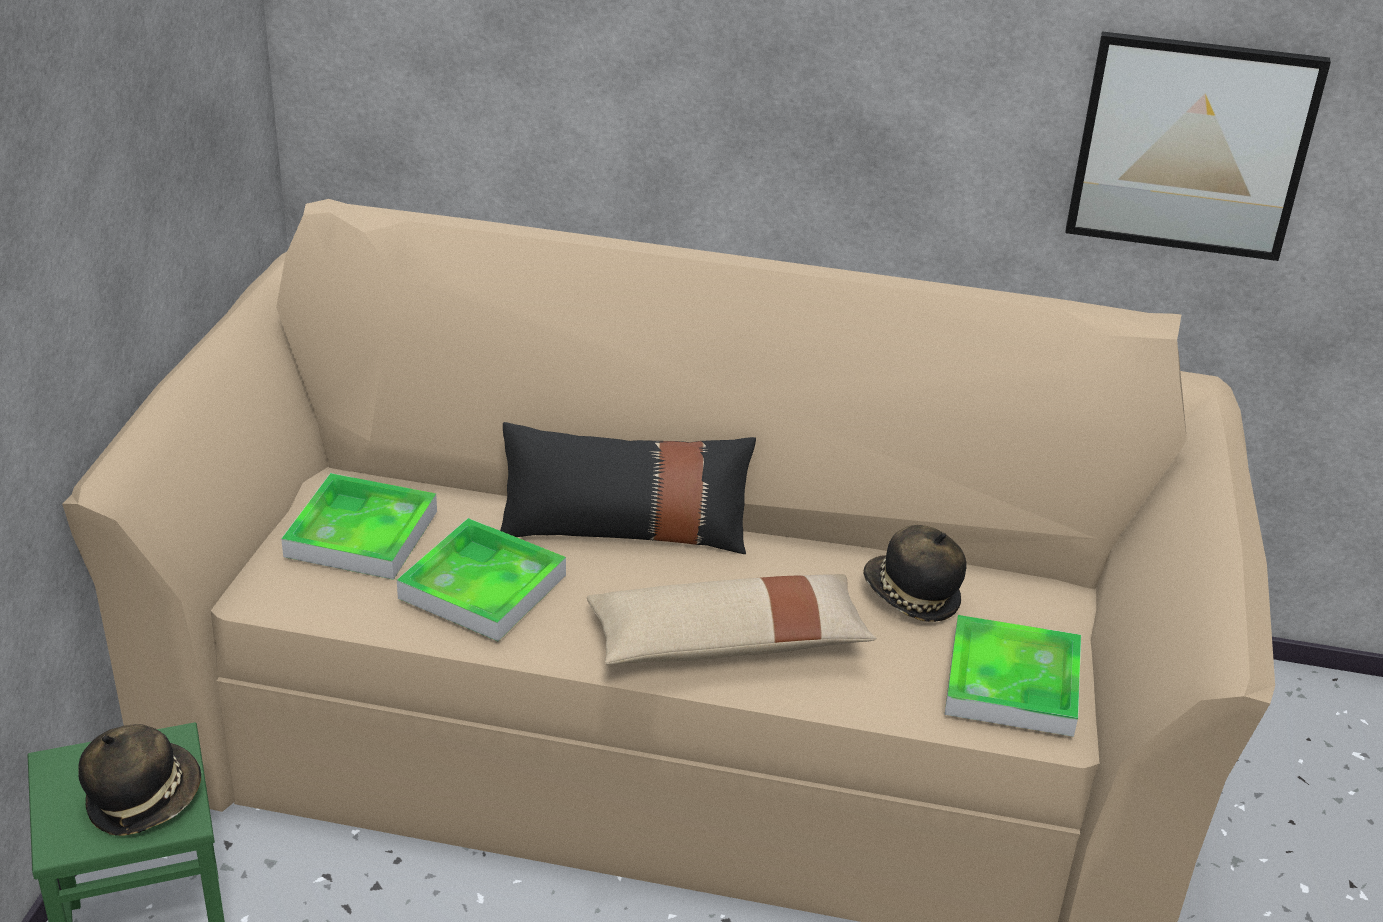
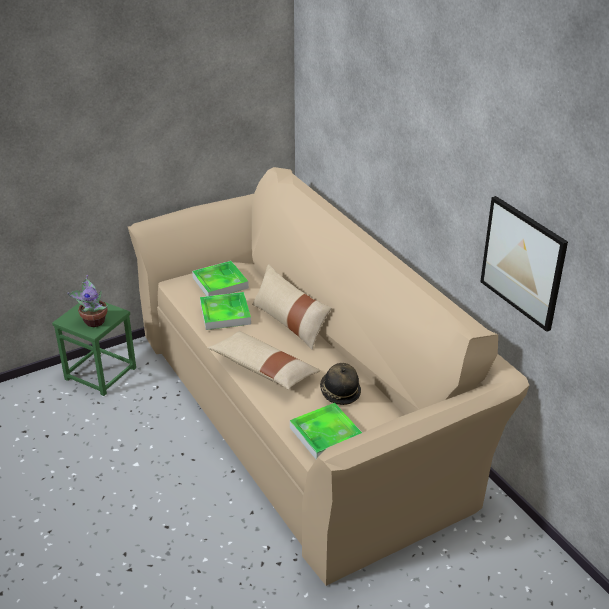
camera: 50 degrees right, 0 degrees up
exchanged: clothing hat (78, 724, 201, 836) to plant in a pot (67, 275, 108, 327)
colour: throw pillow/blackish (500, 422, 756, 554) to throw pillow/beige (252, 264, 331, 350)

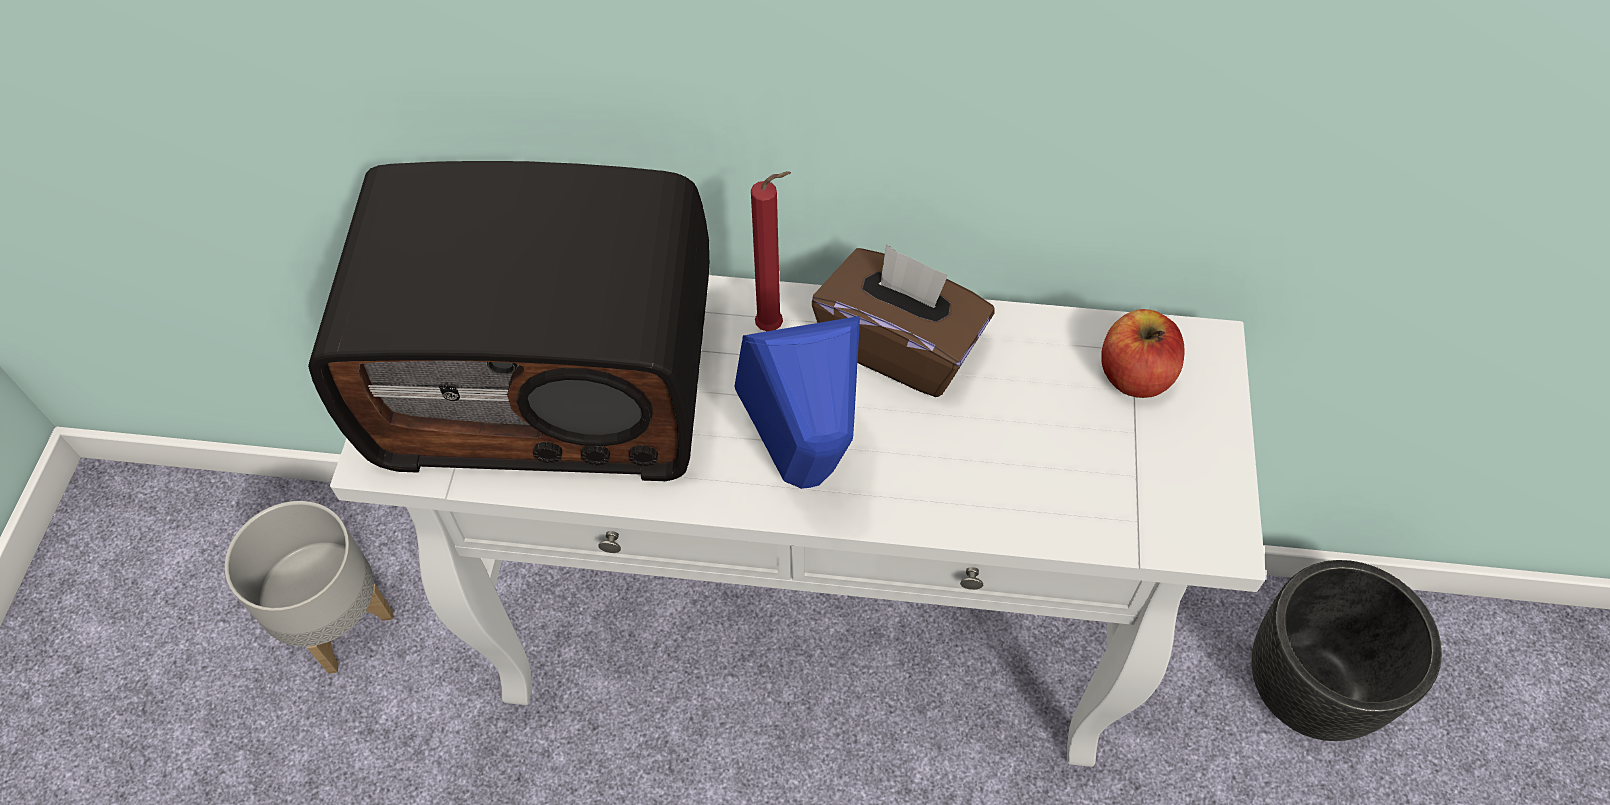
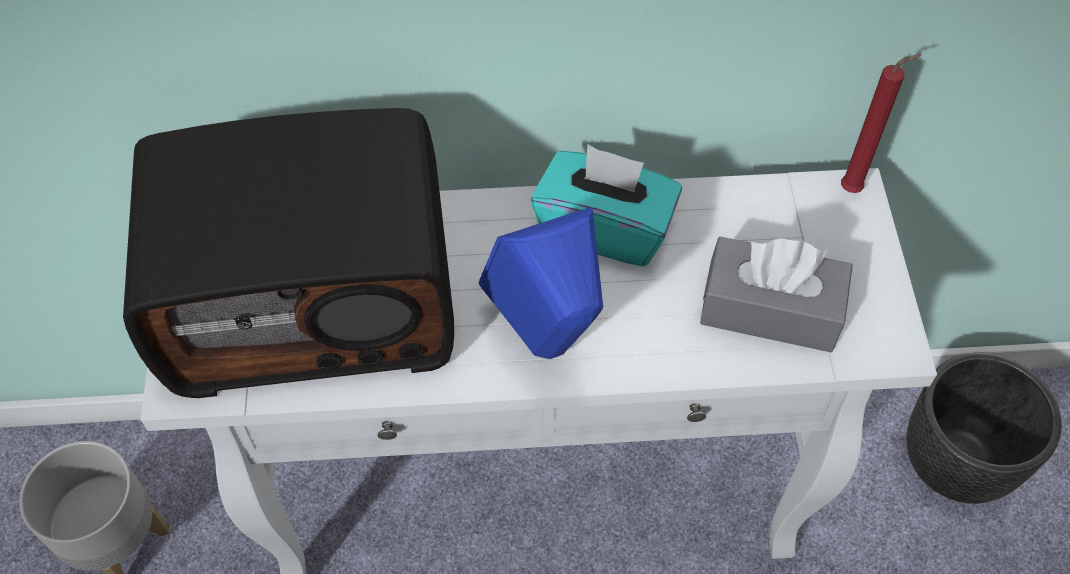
camera: 10 degrees left, 0 degrees up
missing: apple (1101, 309, 1185, 398)
appeared: tissue holder/grey (700, 237, 853, 352)
relocated: wax light/reddish (751, 171, 791, 331) to (841, 54, 922, 193)
colour: tissue holder/brown (812, 244, 995, 397) to tissue holder/turquoise-coloured (531, 144, 682, 266)

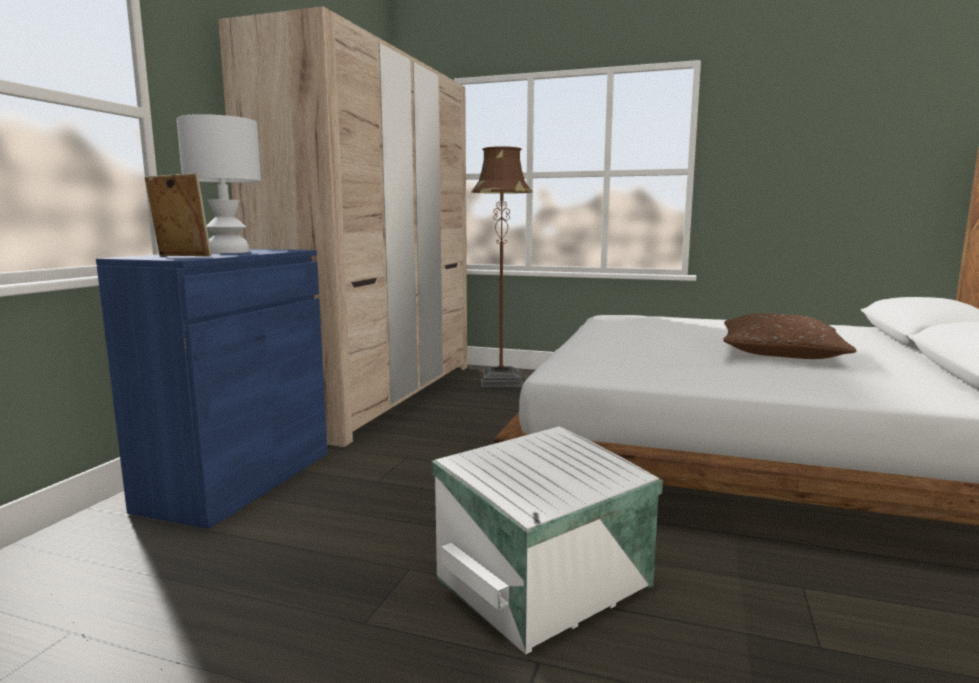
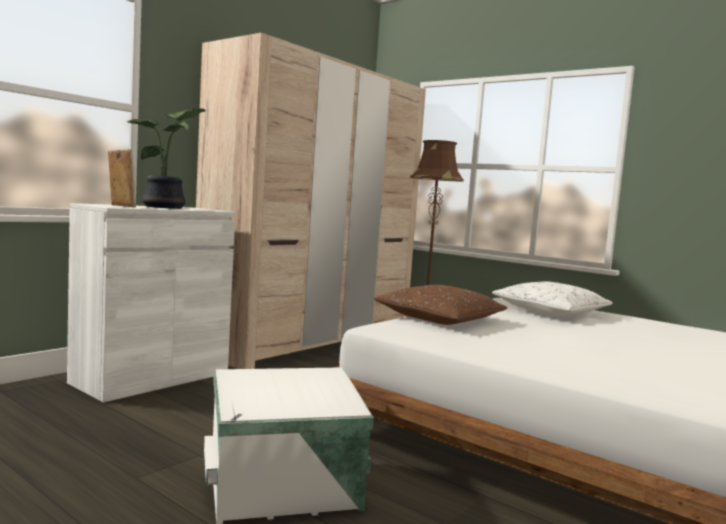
camera: 20 degrees right, 5 degrees down
appeared: throw pillow/white (492, 281, 613, 316)
relocated: throw pillow/brown (723, 313, 857, 359) to (374, 285, 507, 325)
exchanged: table lamp/white (177, 114, 261, 253) to plant in a pot (127, 108, 206, 209)
colour: cupboard/bluish (96, 249, 328, 529) to cupboard/white (67, 203, 235, 403)

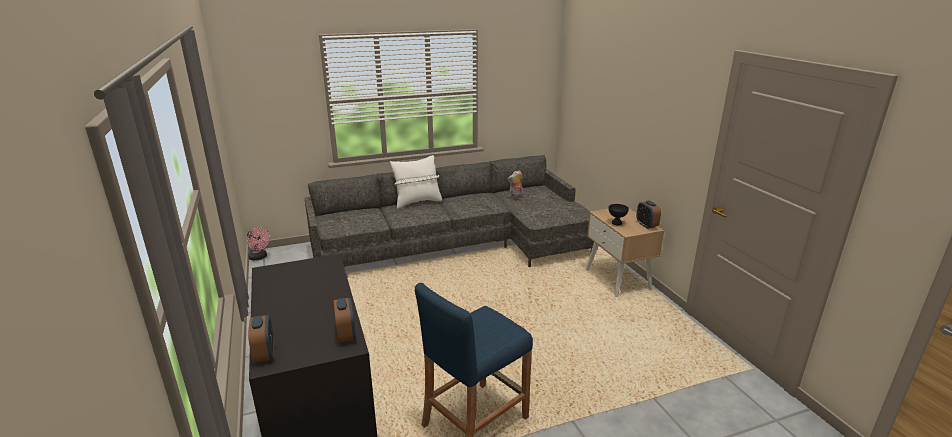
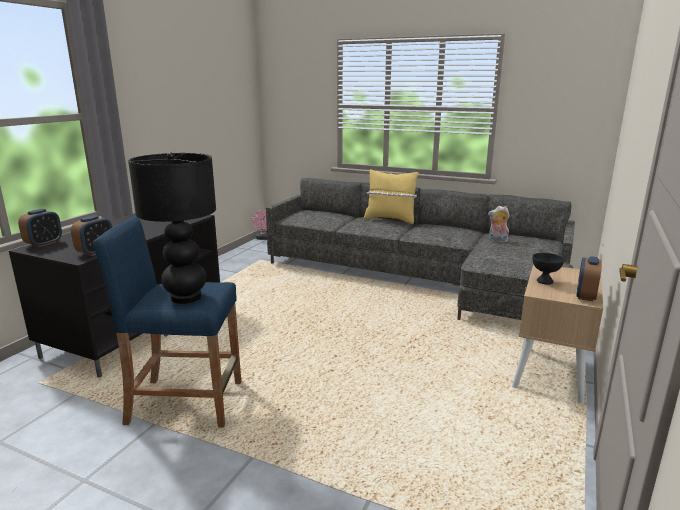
camera: 45 degrees right, 5 degrees down
appeared: table lamp/blackish (128, 152, 216, 304)
colour: throw pillow/white (390, 155, 442, 209) to throw pillow/yellow-coloured (363, 169, 419, 224)

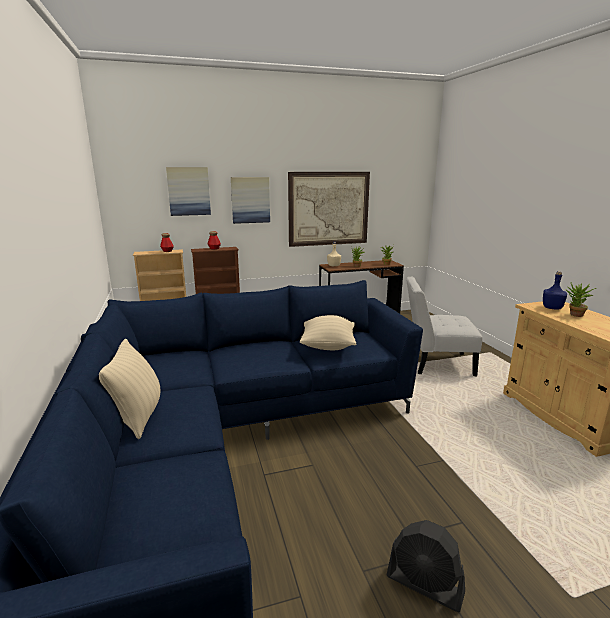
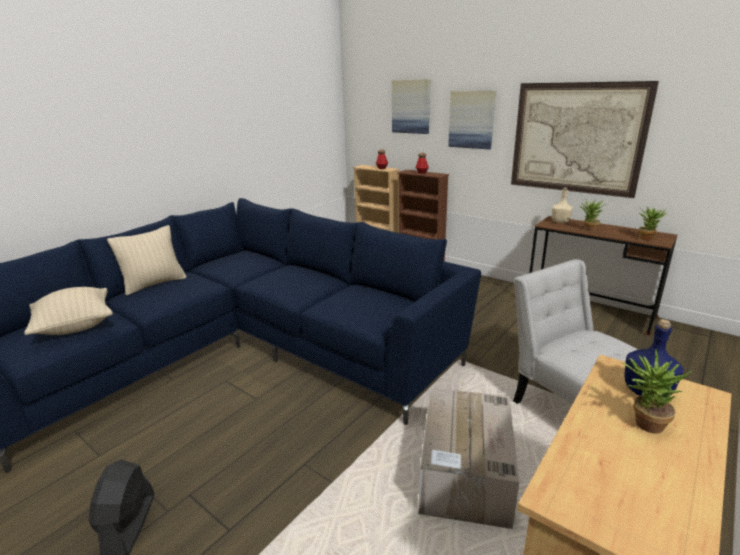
camera: 55 degrees right, 5 degrees up
appeared: carton (419, 388, 519, 529)
relocated: throw pillow/beige (300, 315, 356, 350) to (24, 287, 113, 335)

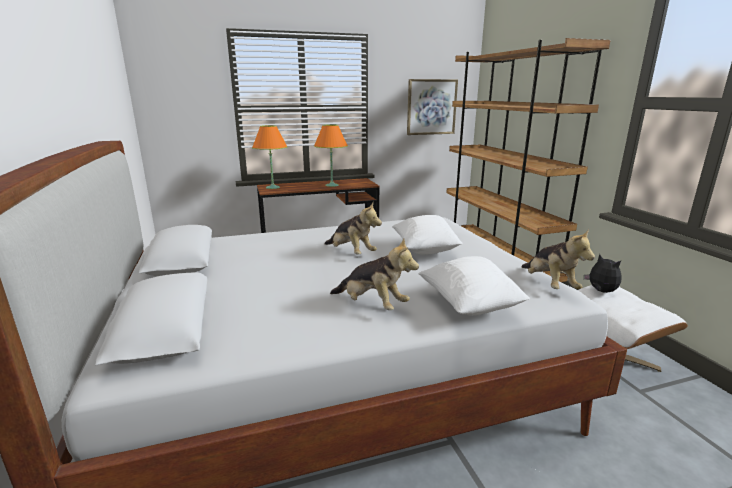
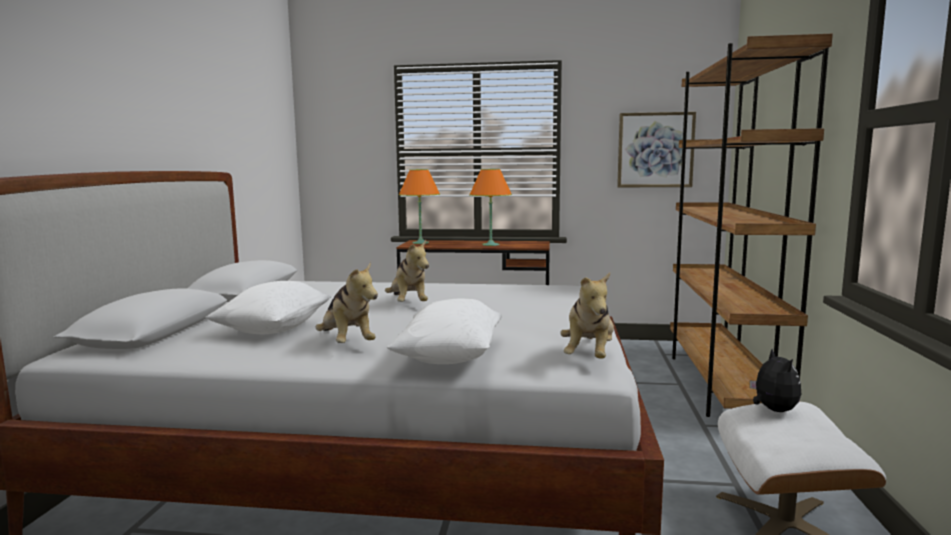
camera: 25 degrees right, 10 degrees down
relocated: throw pillow/white (392, 215, 463, 255) to (205, 281, 331, 334)

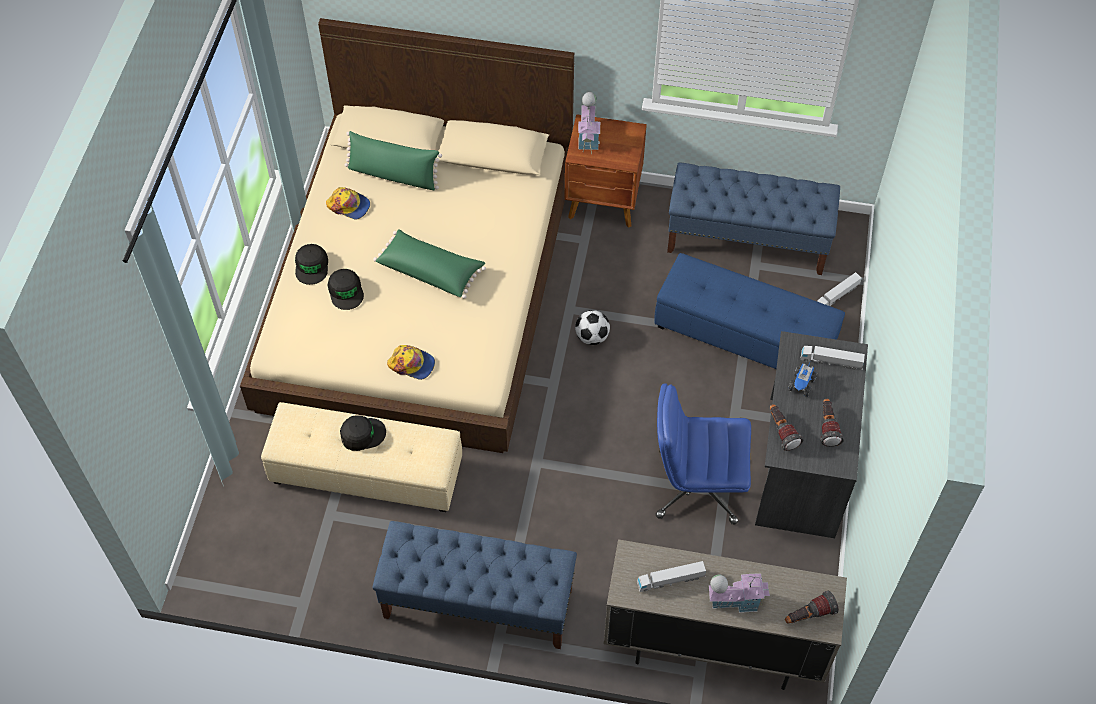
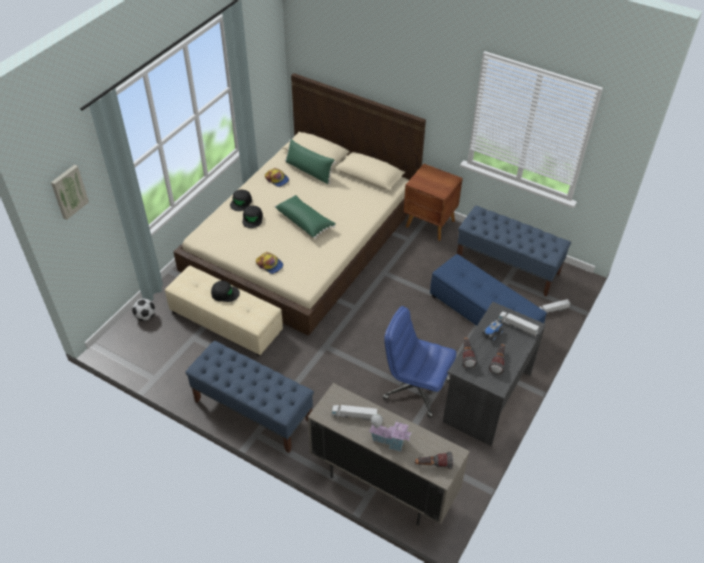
camera: 20 degrees right, 10 degrees down
missing: miniature house (578, 92, 600, 154)
appeared: picture (51, 165, 89, 220)
relocated: football (575, 310, 610, 345) to (132, 298, 155, 321)

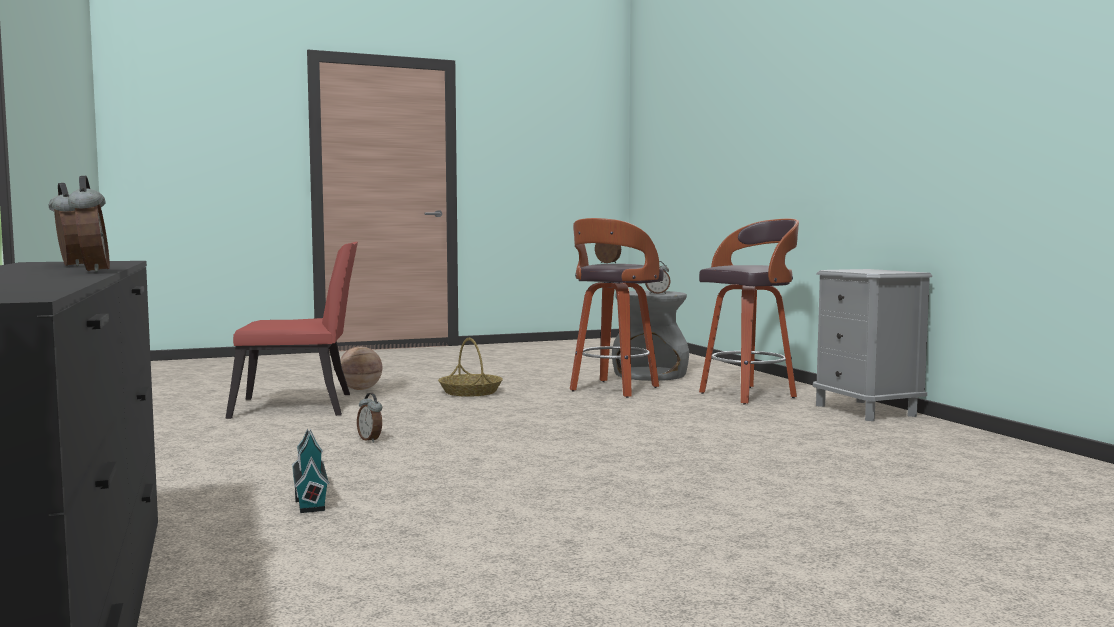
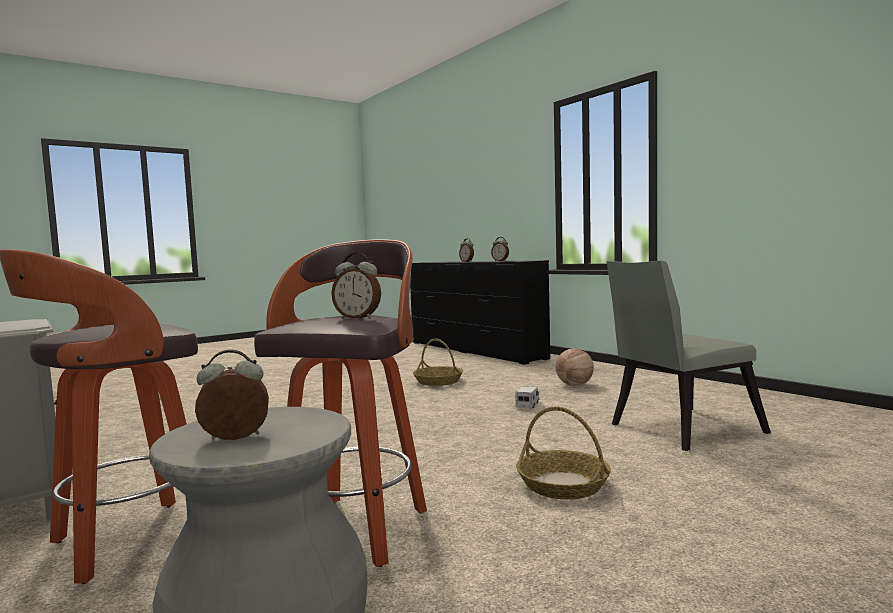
camera: 165 degrees right, 0 degrees up
missing: miniature house (292, 429, 329, 513)
appeared: storage basket (413, 339, 463, 386)
relocated: ball for basketball (340, 346, 382, 390) to (555, 348, 594, 386)
exchanged: table clock (357, 393, 382, 443) to toy truck (516, 386, 539, 409)
colour: plain chair/reddish (225, 242, 358, 419) to plain chair/grey (607, 261, 771, 451)

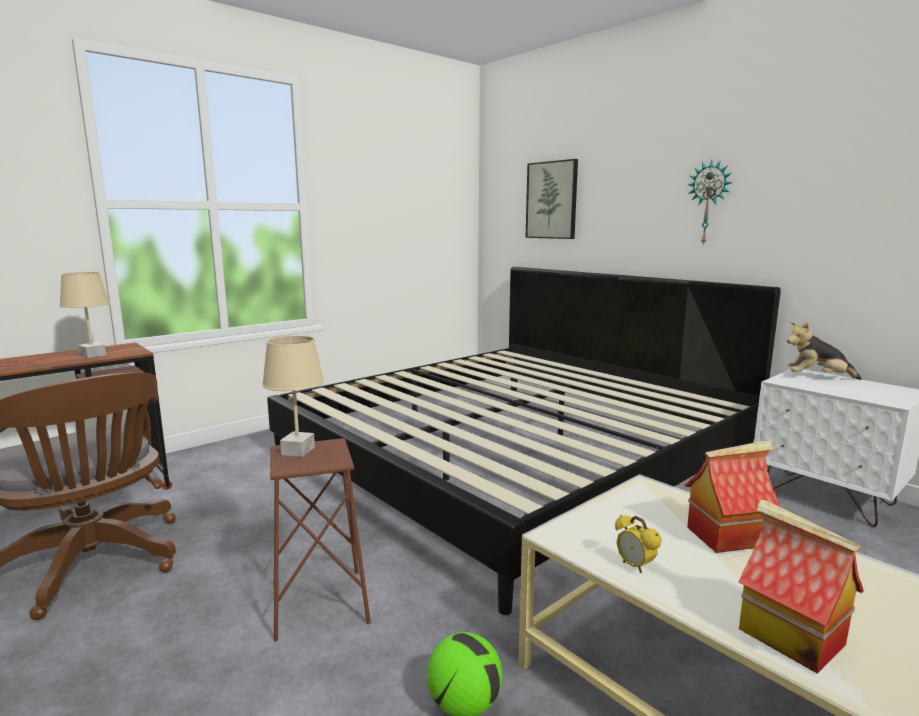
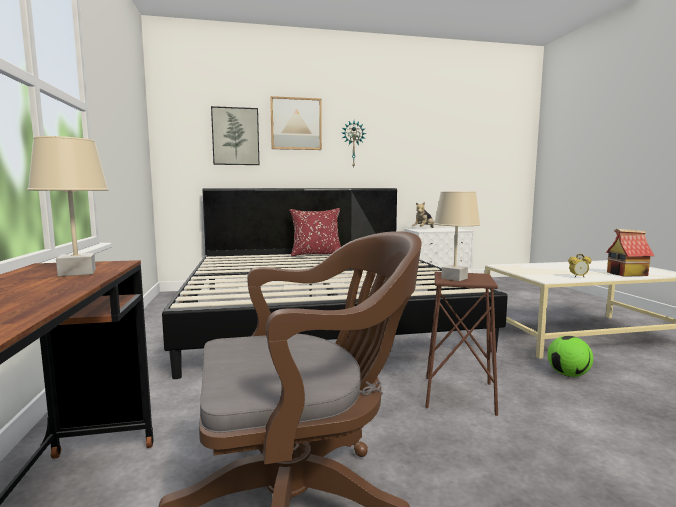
camera: 60 degrees left, 5 degrees down
missing: miniature house (684, 441, 780, 553)
appeared: picture (270, 96, 322, 150); throw pillow/reddish (289, 208, 341, 256)

